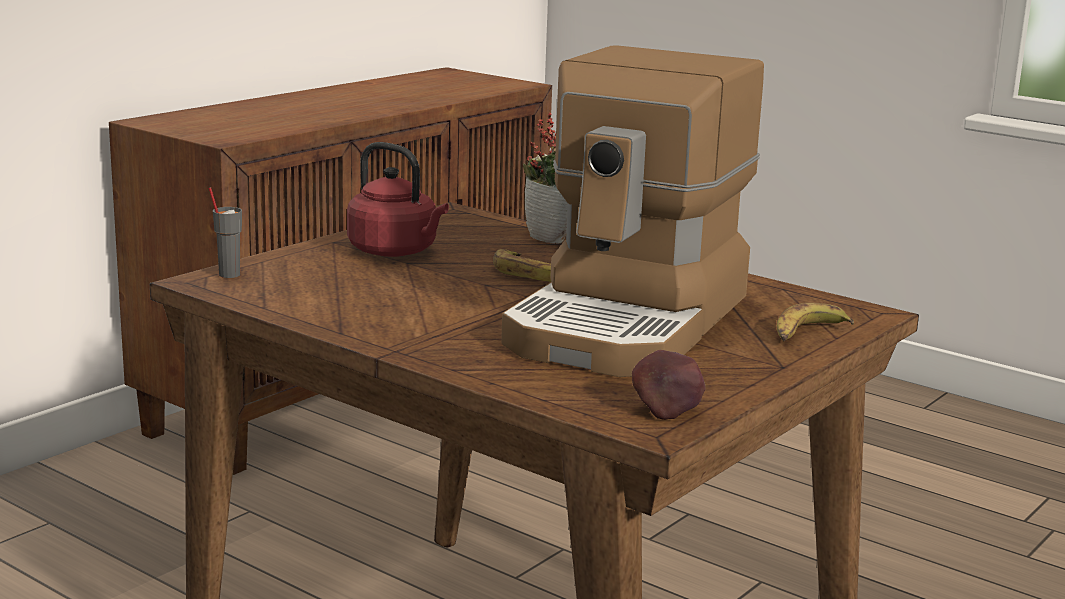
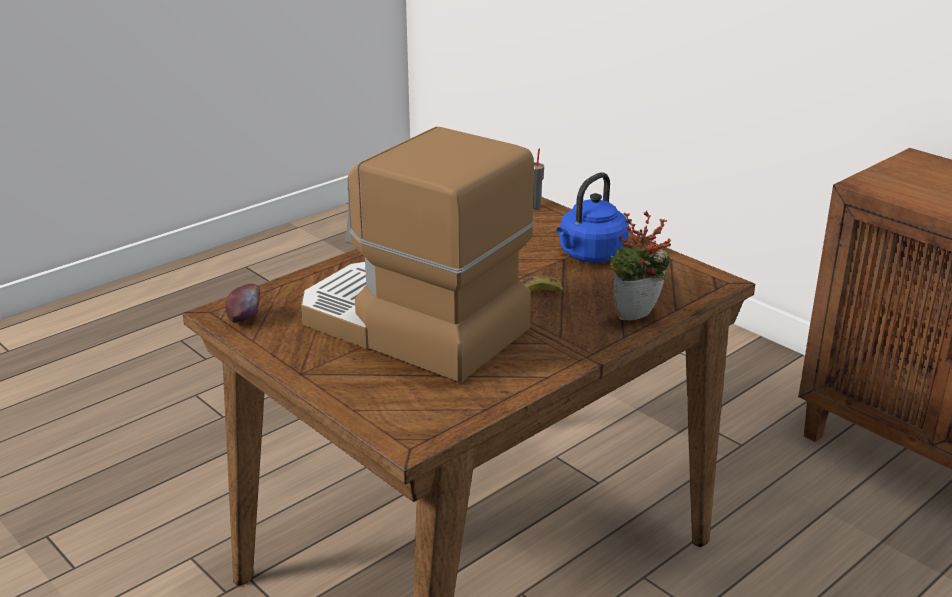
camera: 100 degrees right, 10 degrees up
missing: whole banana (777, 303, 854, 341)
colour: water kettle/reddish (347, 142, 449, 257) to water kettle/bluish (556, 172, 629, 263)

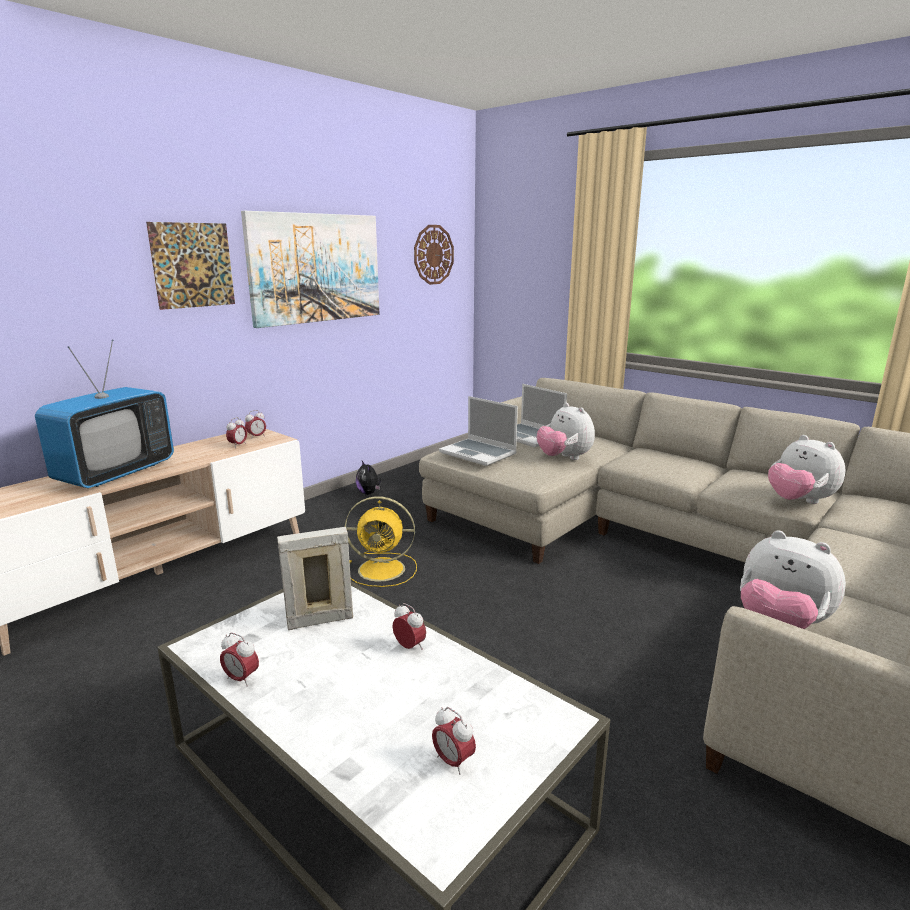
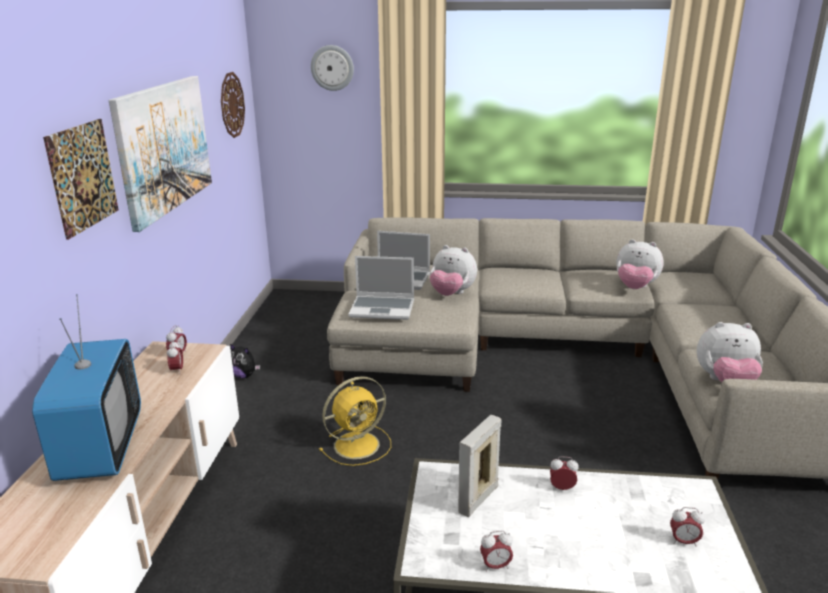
camera: 35 degrees left, 5 degrees up
appeared: wall clock (311, 45, 354, 91)

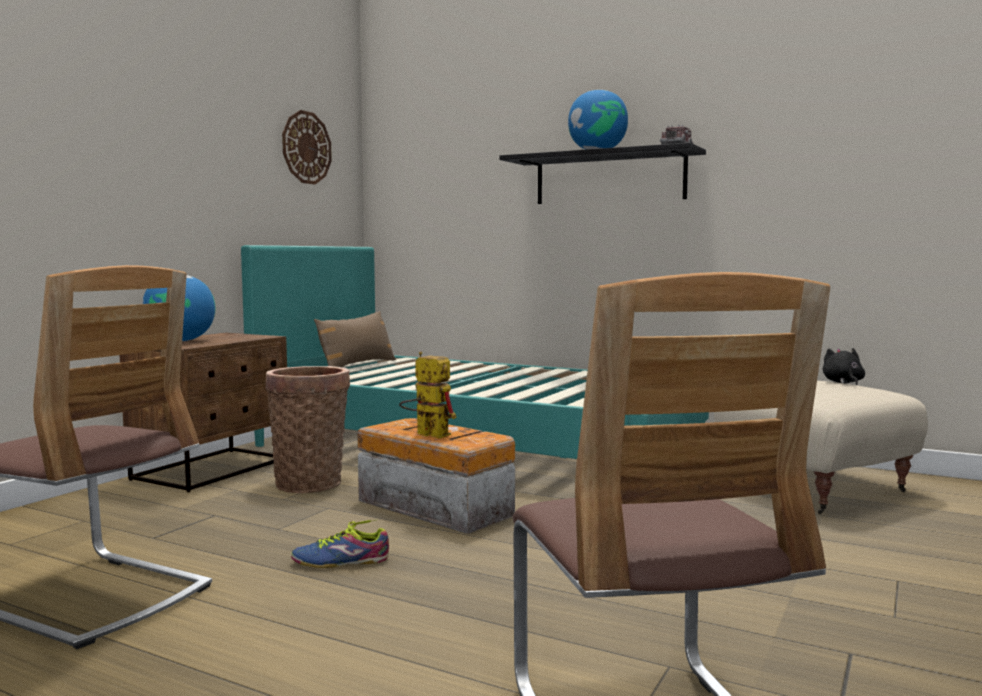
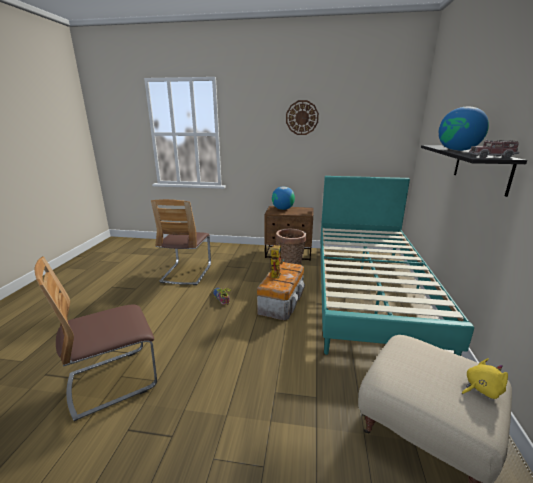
camera: 70 degrees right, 15 degrees up
missing: throw pillow/brown (314, 311, 396, 367)
relocated: wall clock (282, 110, 332, 184) to (286, 100, 319, 135)
colour: soft toy/blackish (823, 348, 865, 385) to soft toy/yellow-coloured (462, 358, 508, 399)

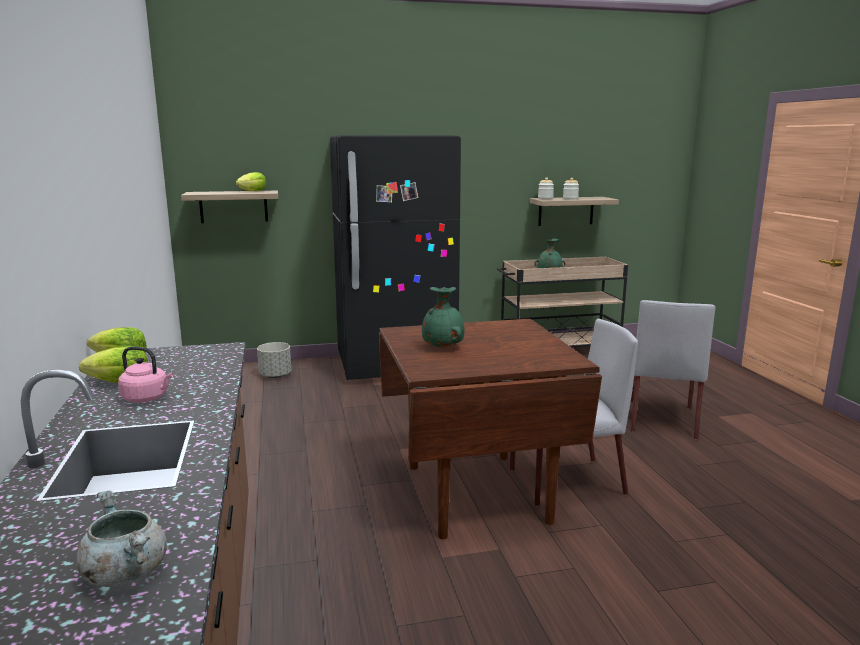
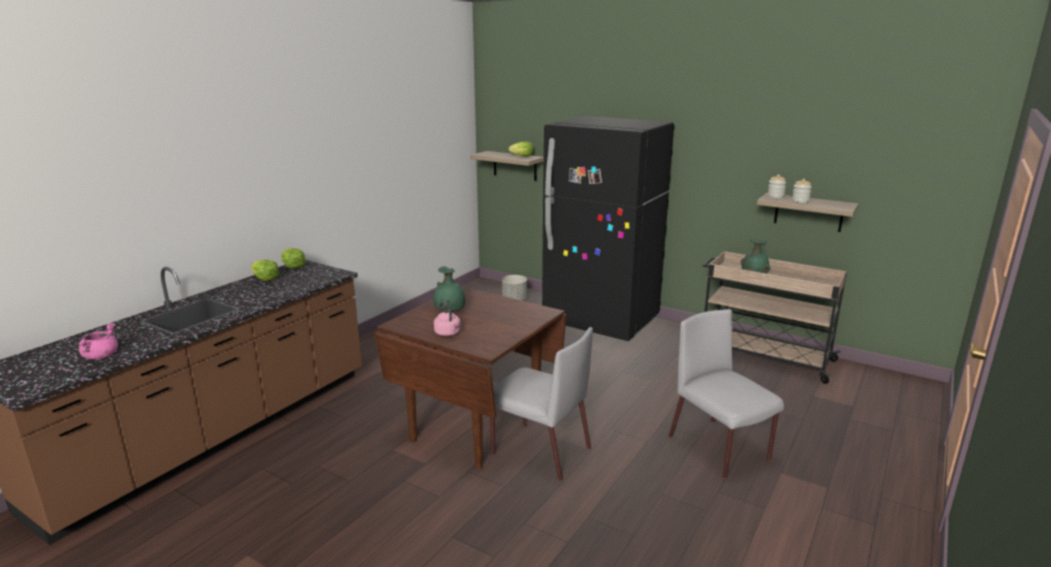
camera: 45 degrees right, 5 degrees up
relocated: water kettle/pinkish (118, 346, 173, 403) to (434, 302, 461, 336)
colour: cooking pot/grey (76, 490, 167, 587) to cooking pot/pinkish (78, 323, 118, 359)
spun: plain chair/grey (631, 300, 716, 440) = (669, 309, 784, 479) 90 degrees clockwise

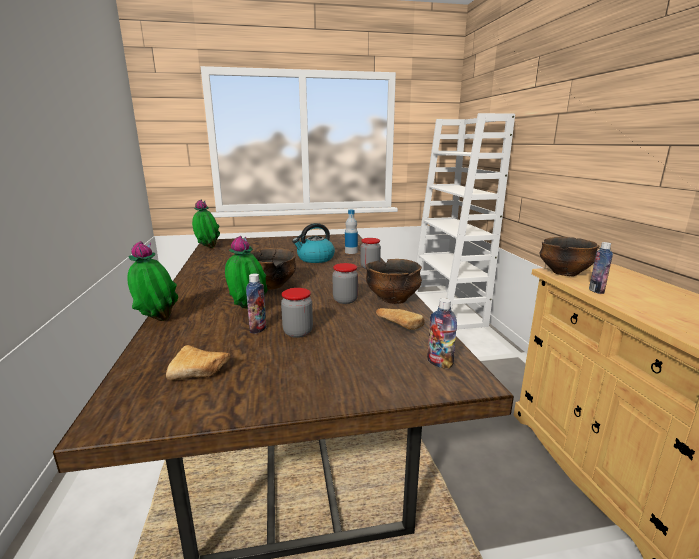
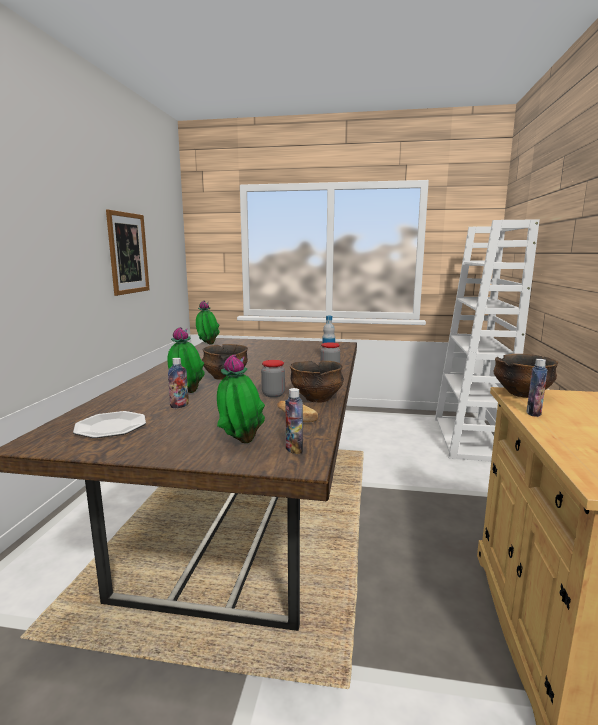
camera: 20 degrees right, 5 degrees down
missing: water kettle (292, 223, 335, 263); storage jar (281, 288, 313, 338)
appeared: picture (106, 209, 149, 296)
relocated: plant in a pot (127, 241, 178, 321) to (217, 354, 265, 443)
exchanged: bakery bread (166, 345, 231, 380) to dinner plate (73, 411, 146, 438)

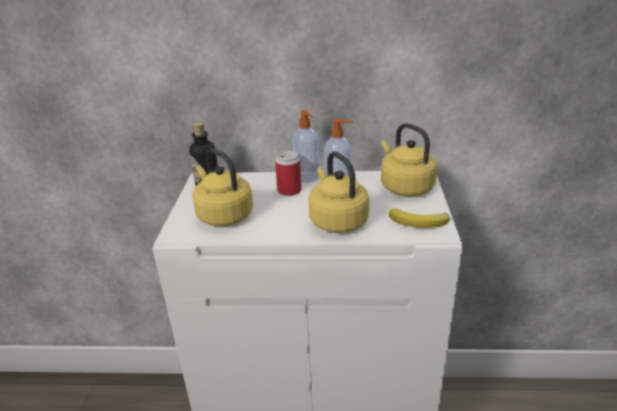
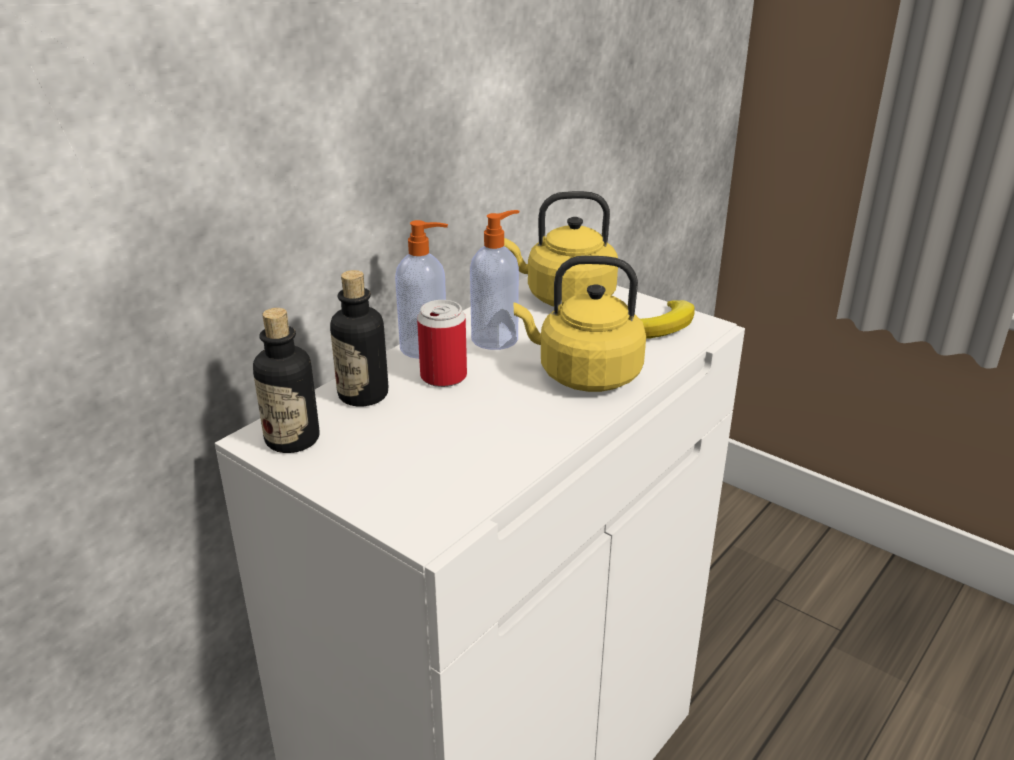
camera: 55 degrees left, 0 degrees up
missing: water kettle/yellow-coloured (192, 148, 253, 226)
appeared: drink bottle (330, 270, 388, 407)

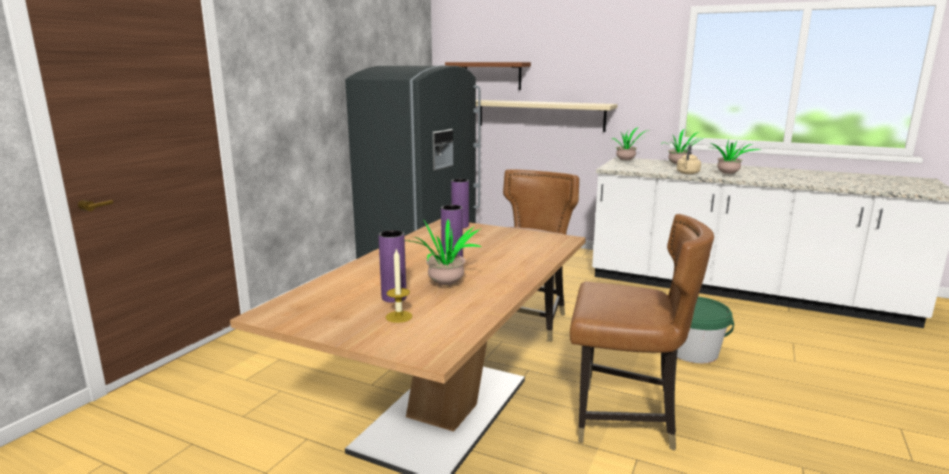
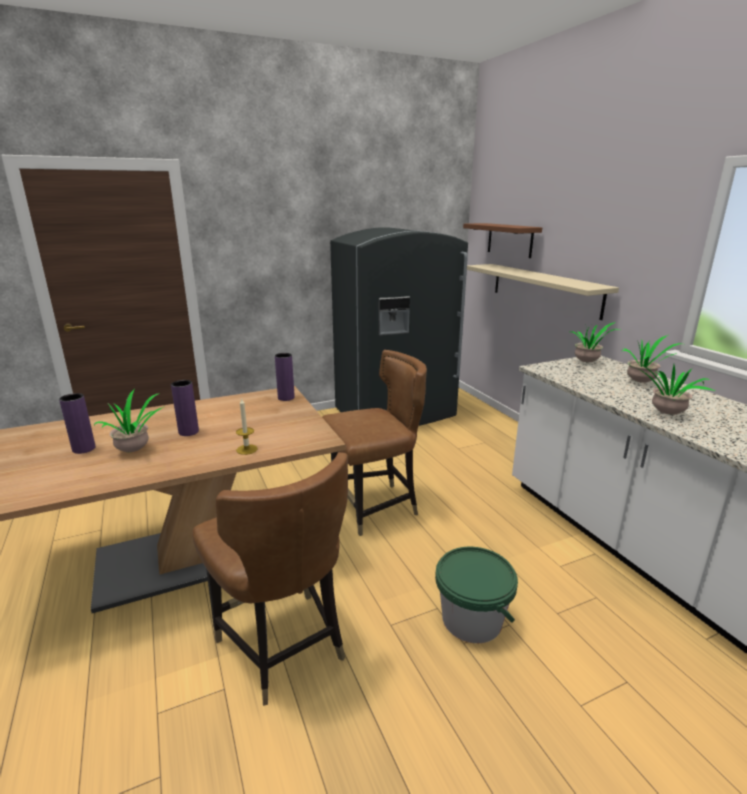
camera: 40 degrees right, 5 degrees up
missing: water kettle/beige (677, 145, 701, 174)
relocated: wax light (386, 248, 413, 323) to (236, 398, 258, 455)

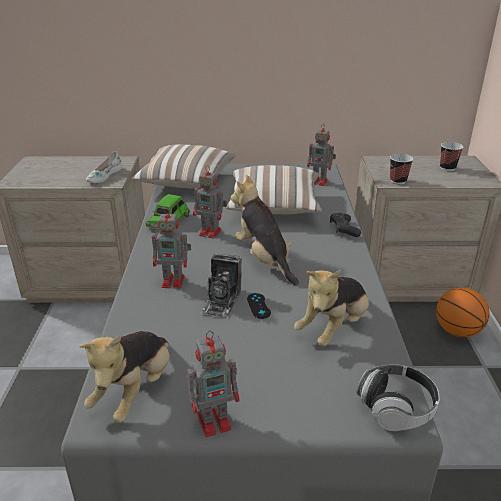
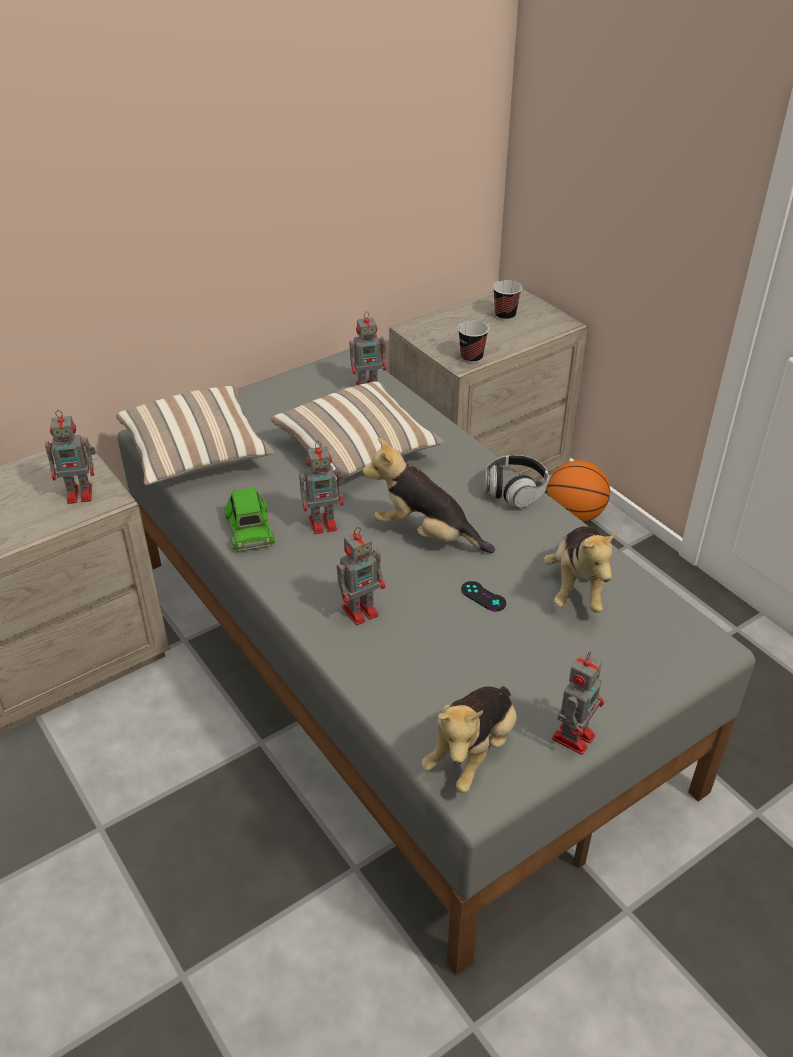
camera: 35 degrees left, 10 degrees up
missing: joypad/blackish (330, 213, 361, 237); photo camera (201, 253, 241, 318)
relocated: pair of headphones (357, 364, 440, 431) to (485, 455, 549, 508)
exchanged: item of footwear/white (86, 151, 122, 183) to robot figure (45, 410, 96, 504)
spun: soft toy (79, 331, 170, 423) = (421, 686, 517, 793) 45 degrees clockwise

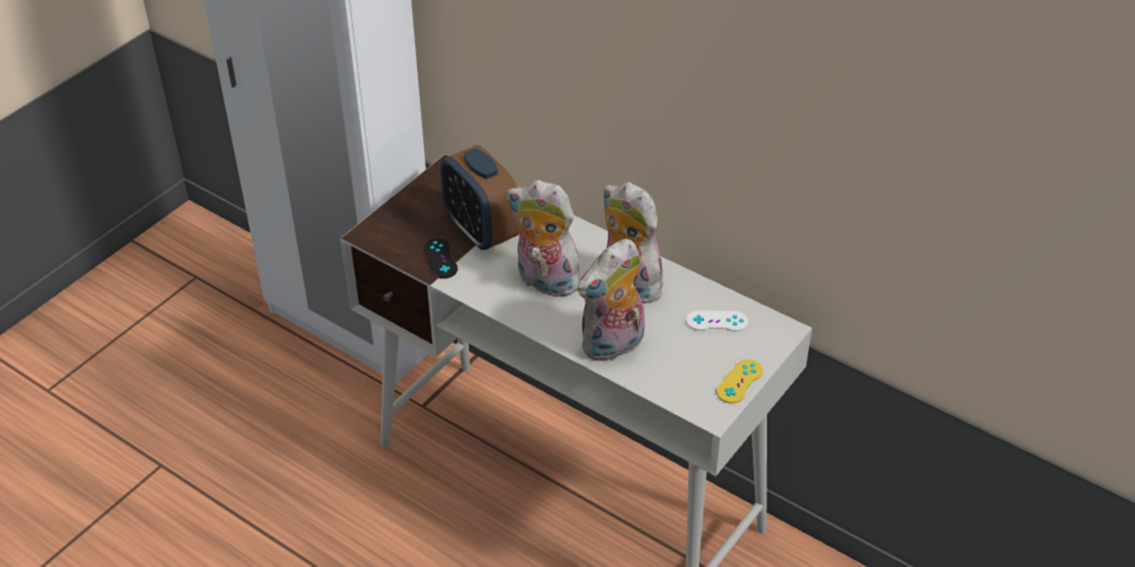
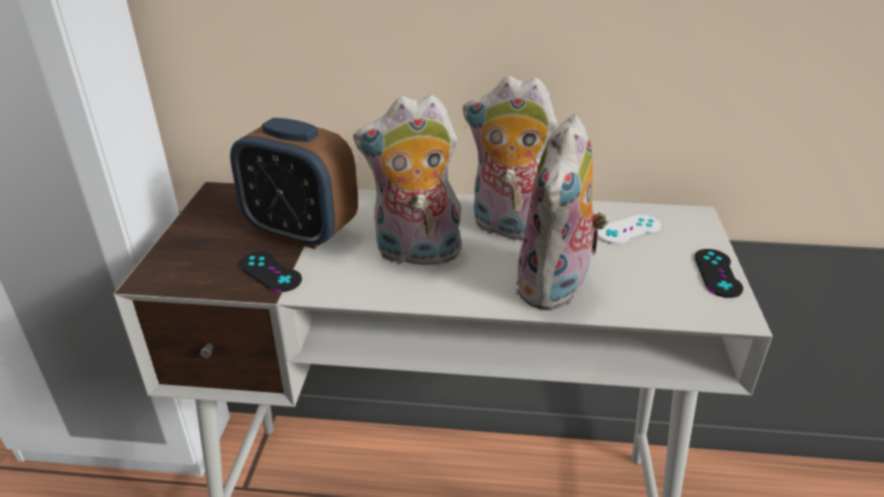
camera: 30 degrees left, 10 degrees down
colour: joypad/yellow-coloured (716, 359, 763, 403) to joypad/blackish (694, 249, 743, 298)

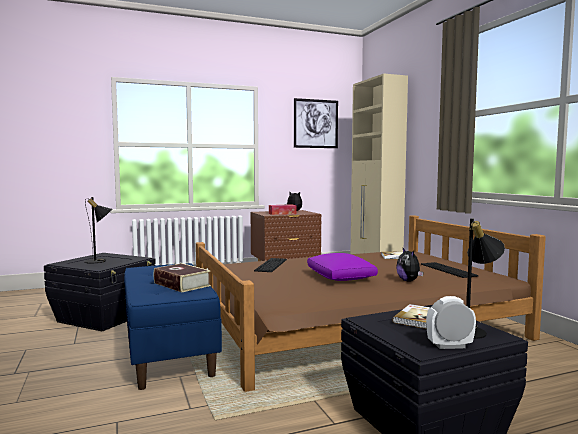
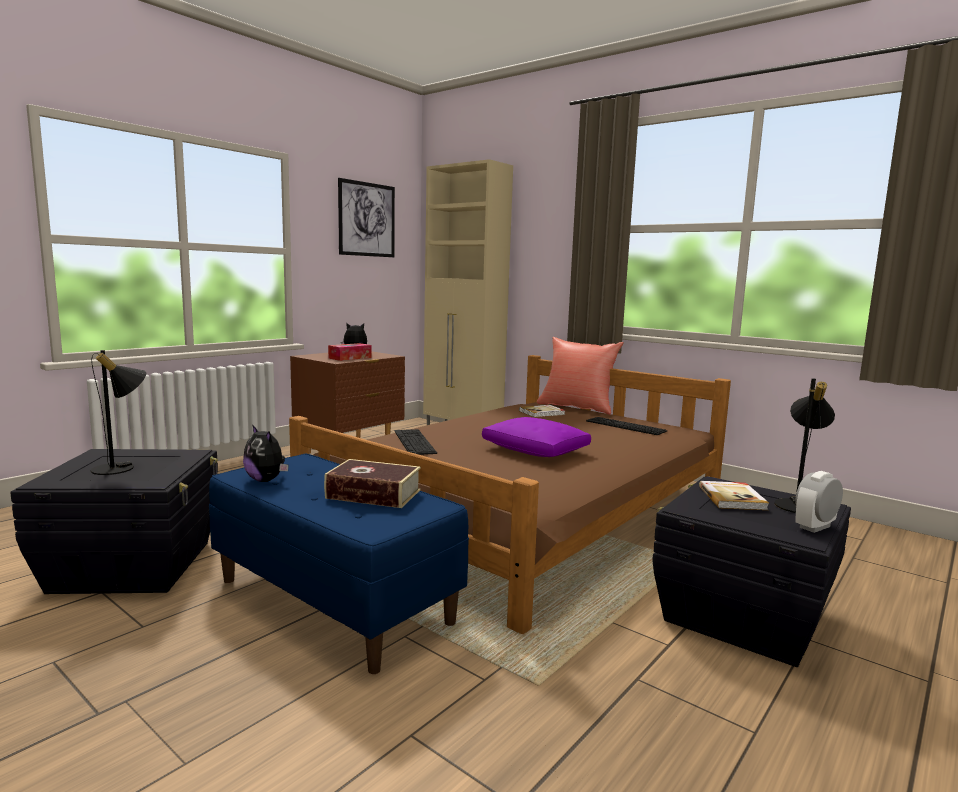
camera: 30 degrees left, 5 degrees up
appeared: throw pillow/reddish (537, 337, 624, 415)
relocated: soft toy (396, 248, 423, 281) to (243, 425, 288, 482)

